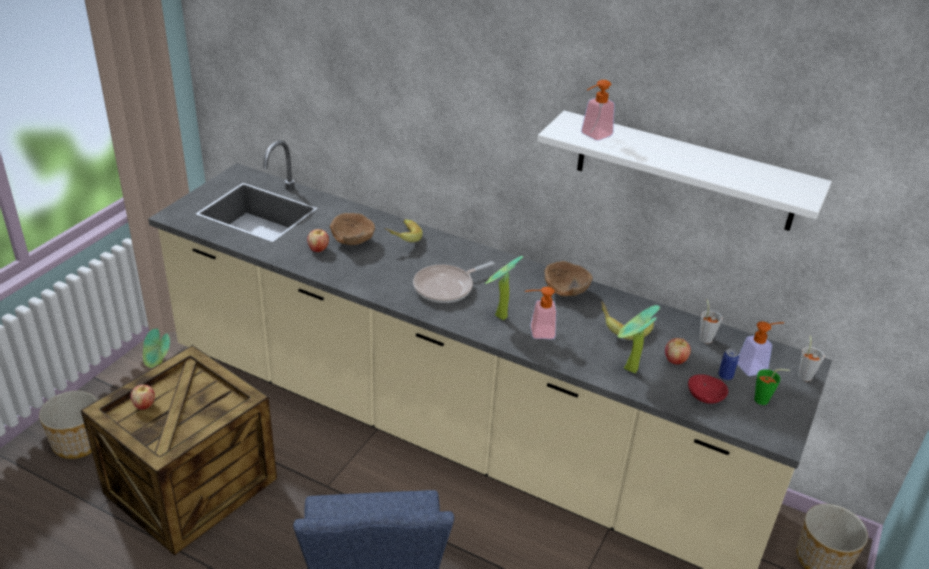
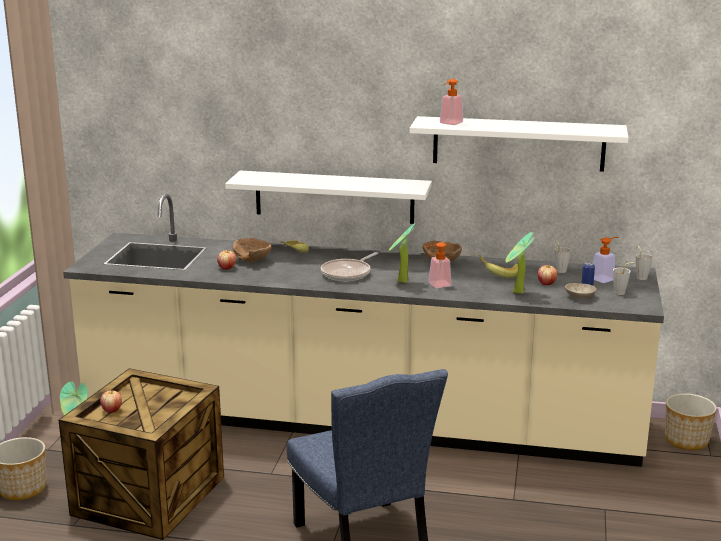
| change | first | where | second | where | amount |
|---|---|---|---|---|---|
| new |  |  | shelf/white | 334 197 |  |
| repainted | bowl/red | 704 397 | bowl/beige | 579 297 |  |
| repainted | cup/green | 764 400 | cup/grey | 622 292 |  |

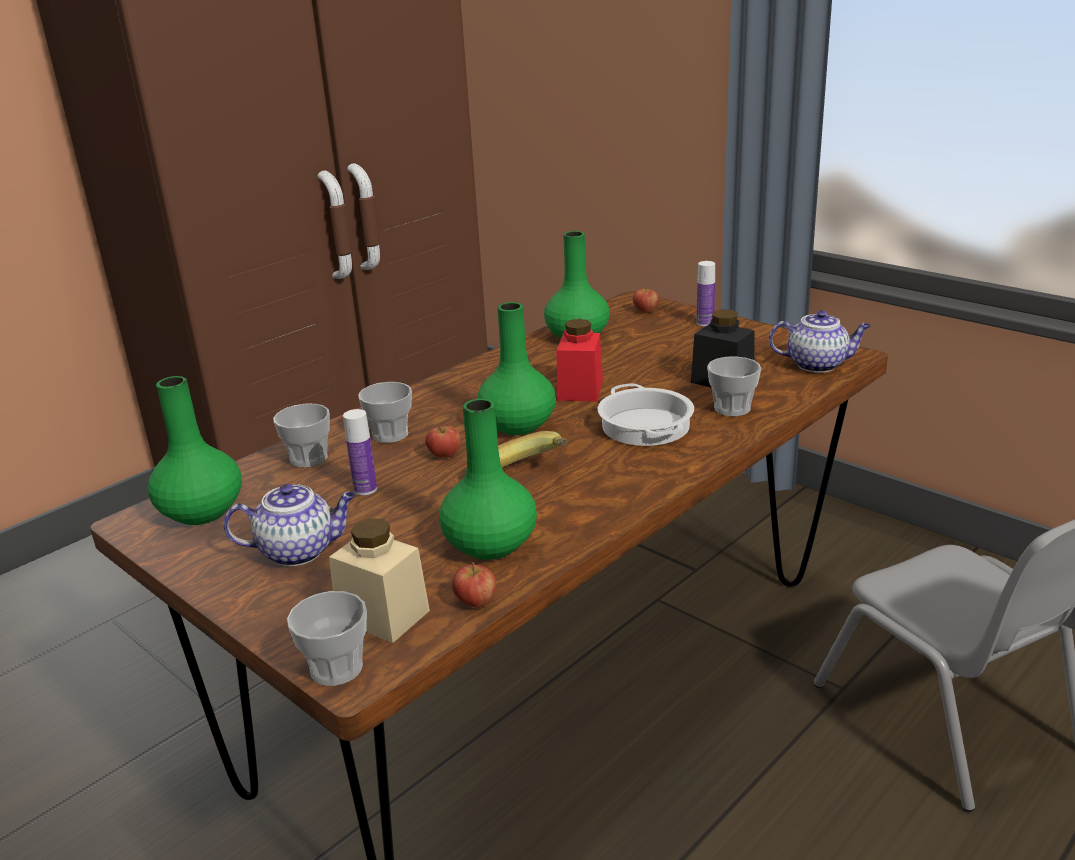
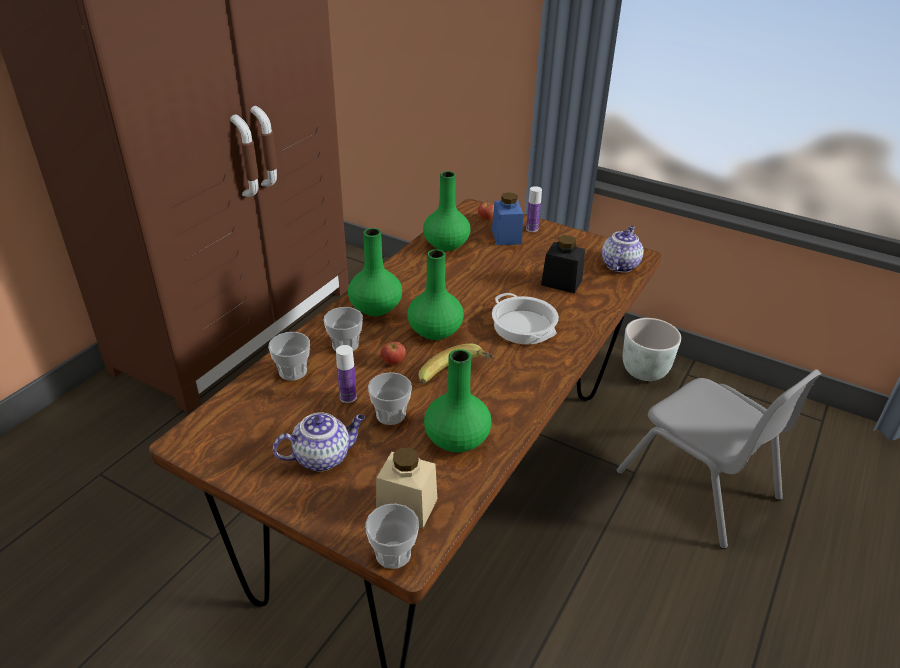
| change | first | where | second | where | amount |
|---|---|---|---|---|---|
| gone | apple | 475 602 |  |  |  |
| gone | jar/red | 580 390 |  |  |  |
| new |  |  | jar/blue | 506 236 |  |
| new |  |  | planter/grey | 643 371 |  |
| shifted | vase/green | 200 512 |  | 375 308 |  |
| shifted | cup | 732 408 |  | 390 415 |  |
| rotated | teapot | 818 364 |  | 619 265 | 60 degrees counterclockwise |

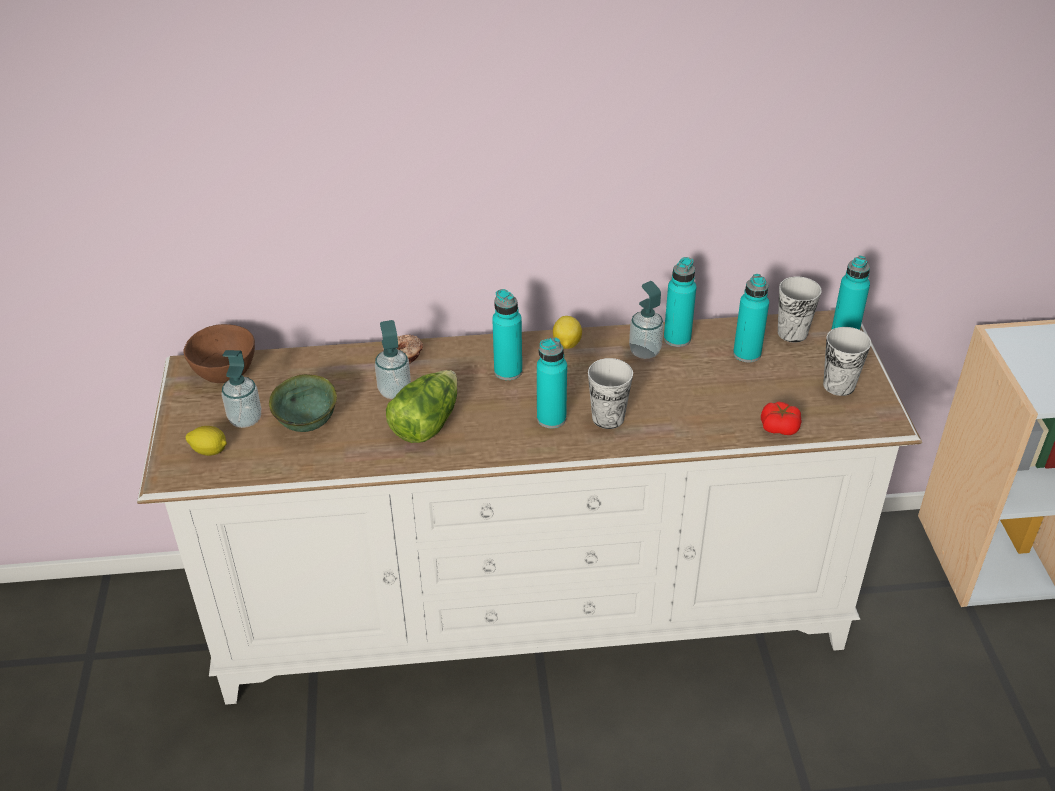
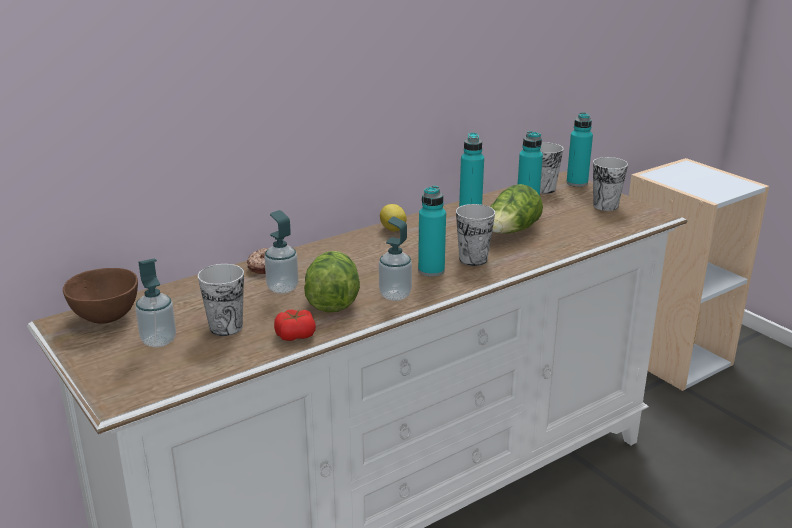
| change | first | where | second | where | amount |
|---|---|---|---|---|---|
| gone | lemon | 210 451 |  |  |  |
| gone | bottle/turquoise | 508 371 |  |  |  |
| new |  |  | lettuce | 512 232 |  |
| shifted | soap dispenser | 644 351 |  | 395 295 |  |
| shifted | tomato | 779 427 |  | 295 335 |  |
| swapped | bowl/green | 309 424 | cup | 226 327 |  |

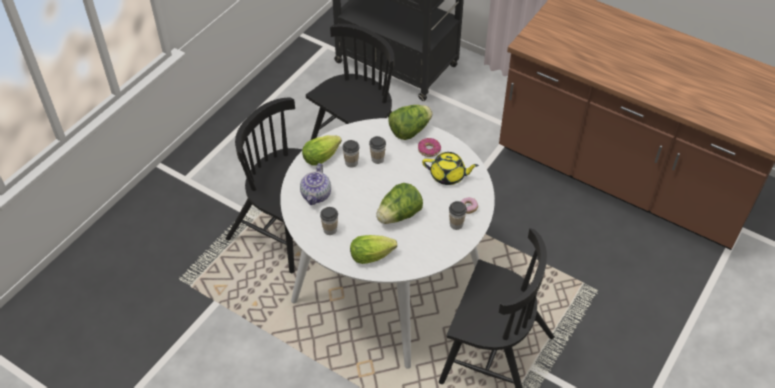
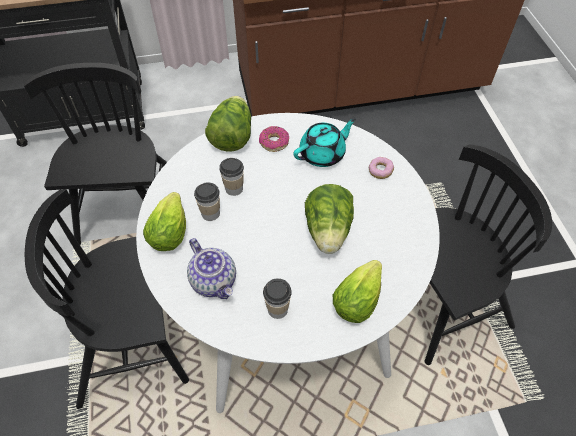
| change | first | where | second | where | amount |
|---|---|---|---|---|---|
| gone | cup | 456 224 |  |  |  |
| repainted | teapot/yellow | 448 176 | teapot/turquoise | 323 154 |  |

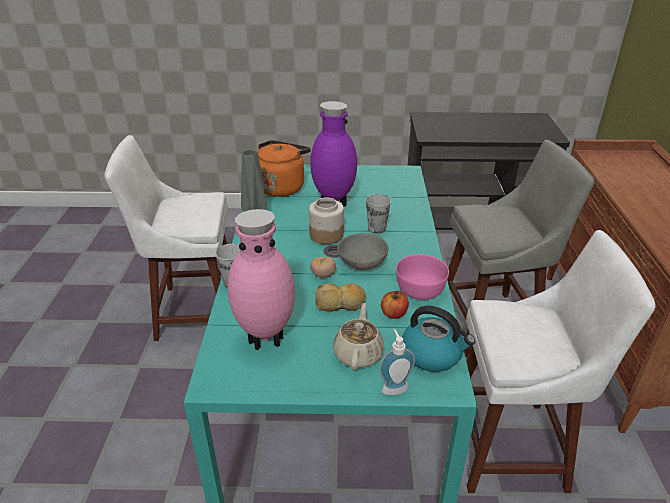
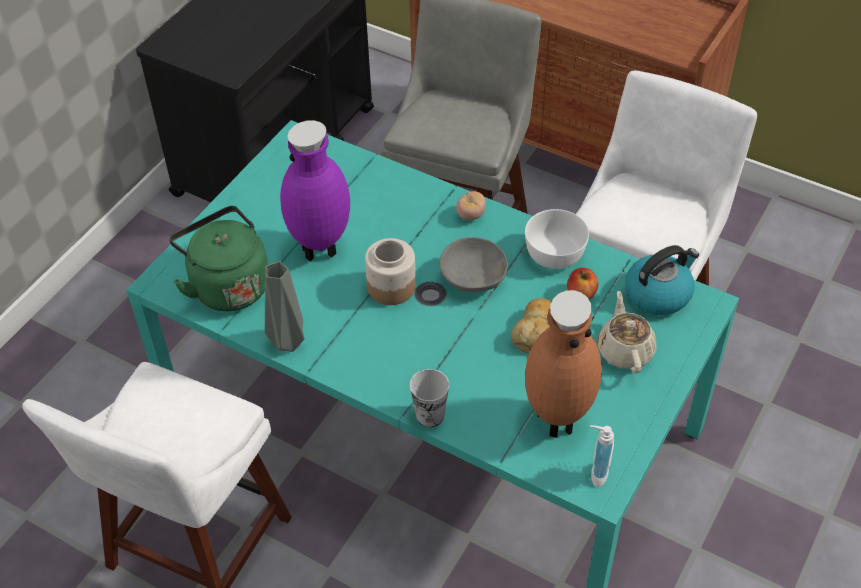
| change | first | where | second | where | amount |
|---|---|---|---|---|---|
| gone | cup | 377 228 |  |  |  |
| shifted | tomato | 323 275 |  | 470 215 |  |
| shifted | soap dispenser | 393 387 |  | 595 473 |  |
| repainted | vase/pink | 266 338 | vase/brown | 556 419 |  |
| repainted | kettle/orange | 281 187 | kettle/green | 227 285 |  |
| repainted | bowl/pink | 419 289 | bowl/white | 555 254 |  |
| rotated | teapot/beige | 358 353 |  | 625 350 | 45 degrees clockwise |

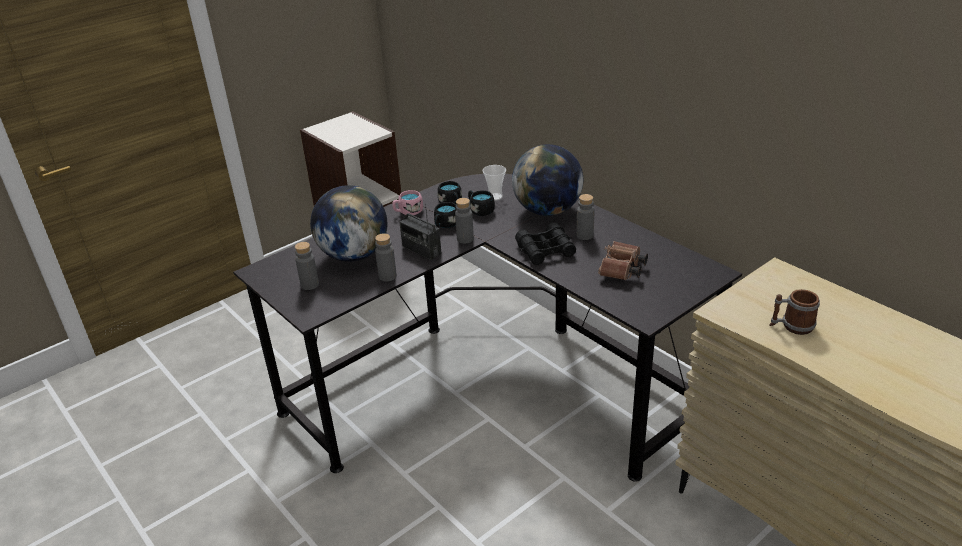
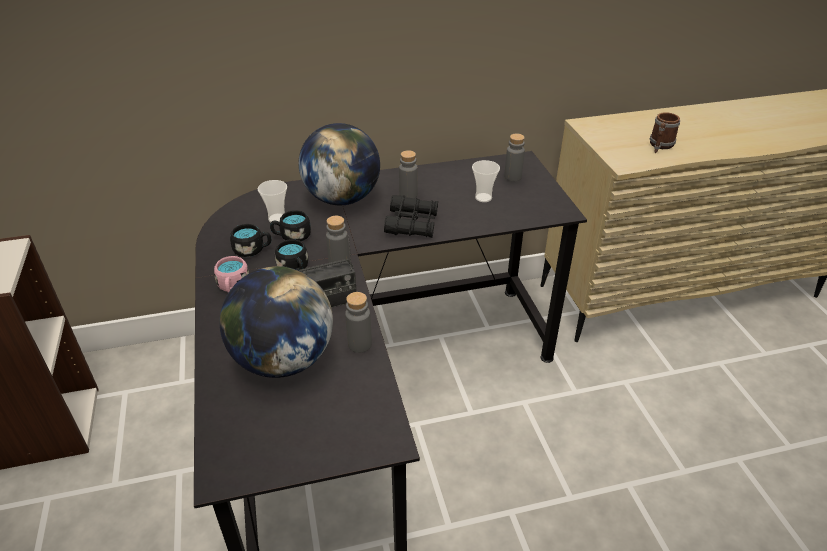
| change | first | where | second | where | amount |
|---|---|---|---|---|---|
| shifted | bottle/grey | 310 285 |  | 512 177 |  |
| swapped | binoculars/brown | 621 271 | cup | 483 198 |  |

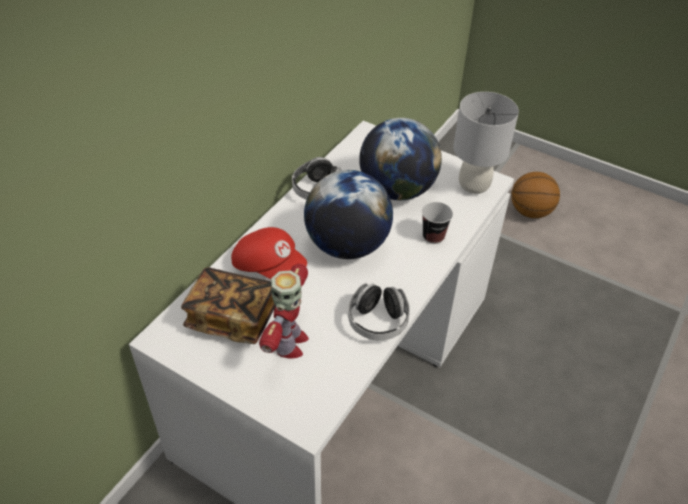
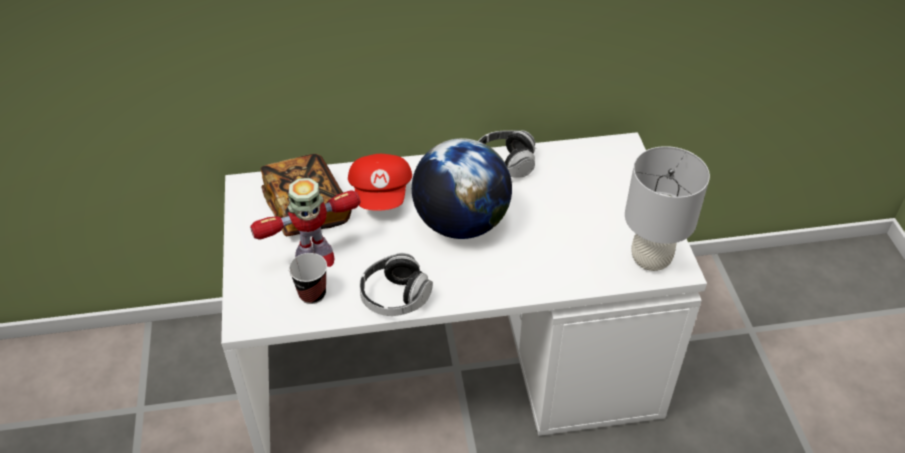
| change | first | where | second | where | amount |
|---|---|---|---|---|---|
| gone | globe | 397 190 |  |  |  |
| gone | basketball | 530 212 |  |  |  |
| shifted | cup | 433 236 |  | 312 294 |  |

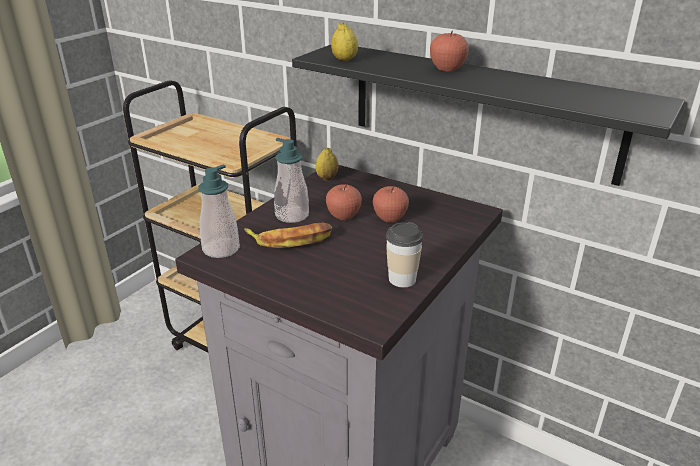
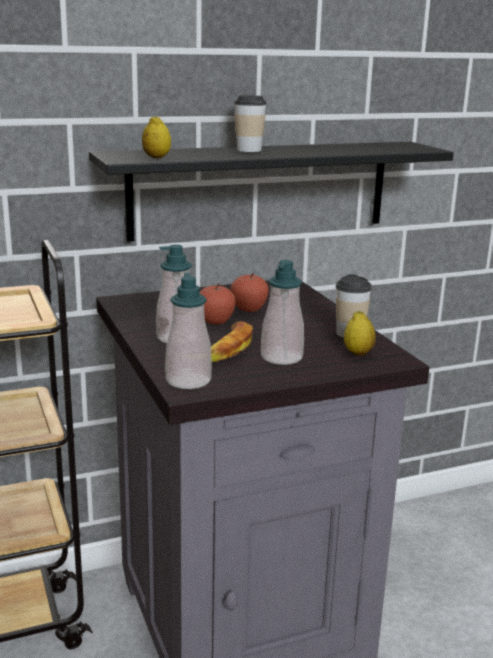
| change | first | where | second | where | amount |
|---|---|---|---|---|---|
| new |  |  | soap dispenser | 281 357 |  |
| shifted | lemon | 327 178 |  | 358 353 |  |
| swapped | apple | 447 69 | cup | 249 150 |  |

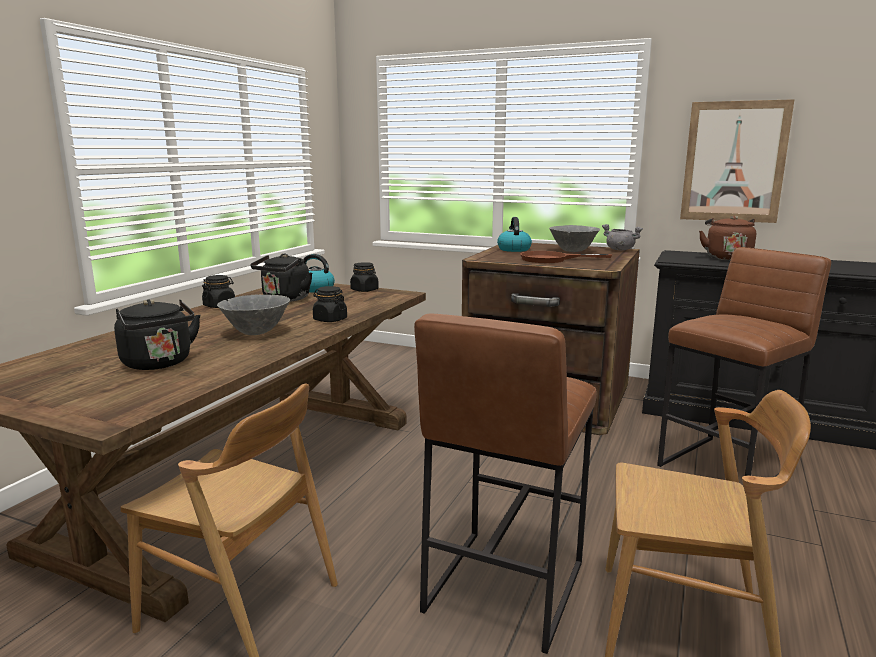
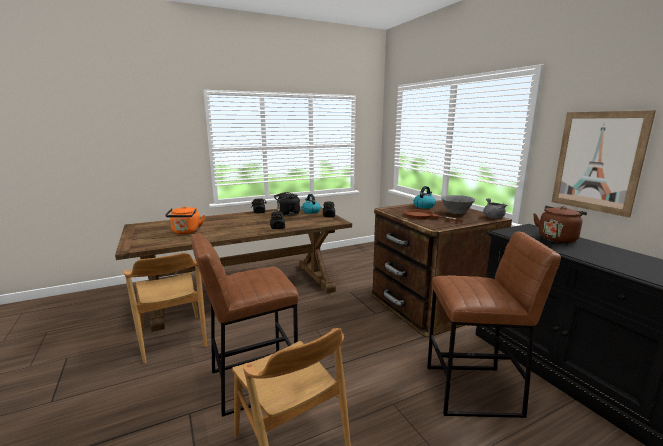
| change | first | where | second | where | amount |
|---|---|---|---|---|---|
| gone | bowl/grey | 256 333 |  |  |  |
| repainted | kettle/black | 159 364 | kettle/orange | 186 232 |  |

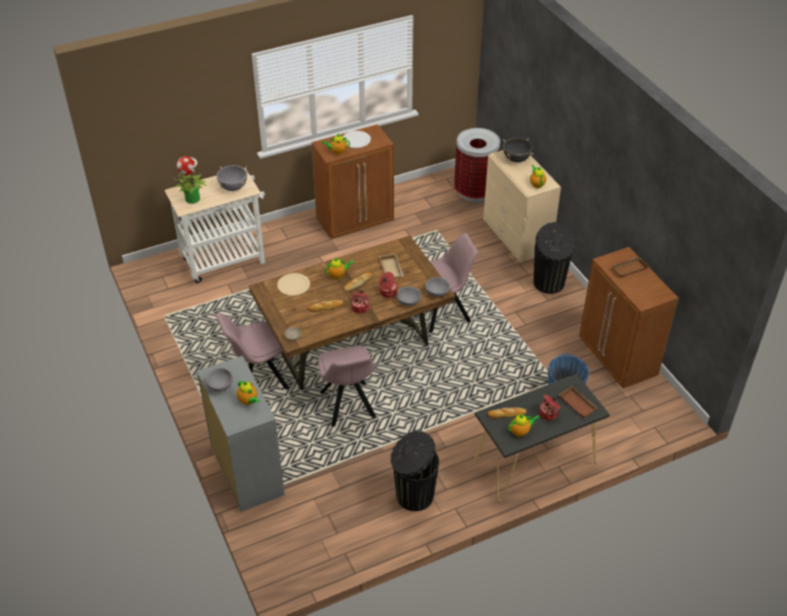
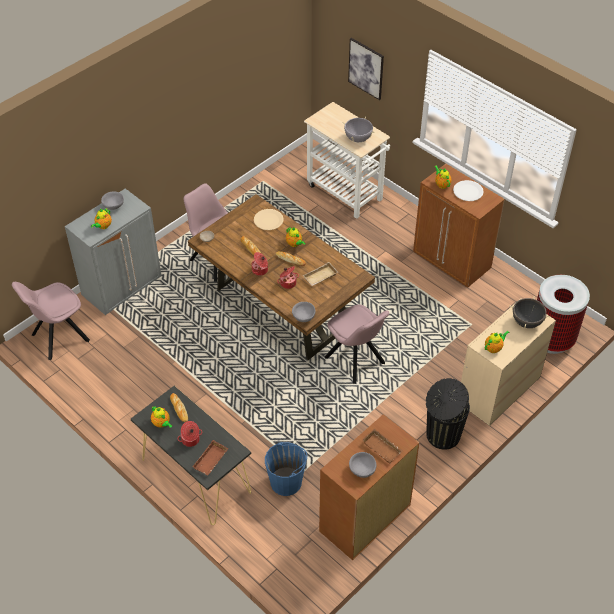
| change | first | where | second | where | amount |
|---|---|---|---|---|---|
| gone | potted plant | 192 198 |  |  |  |
| gone | trash can/black | 413 495 |  |  |  |
| new |  |  | picture | 366 68 |  |
| shifted | chair/pink | 348 405 |  | 59 337 |  |
| shifted | bowl/grey | 408 302 |  | 362 470 |  |

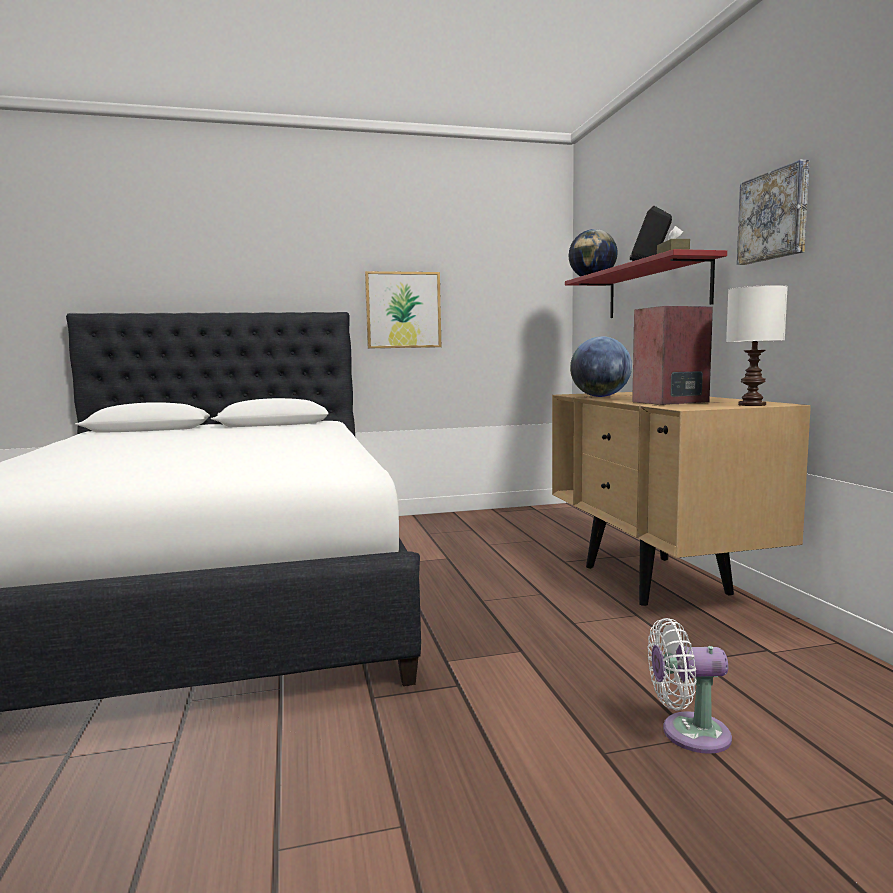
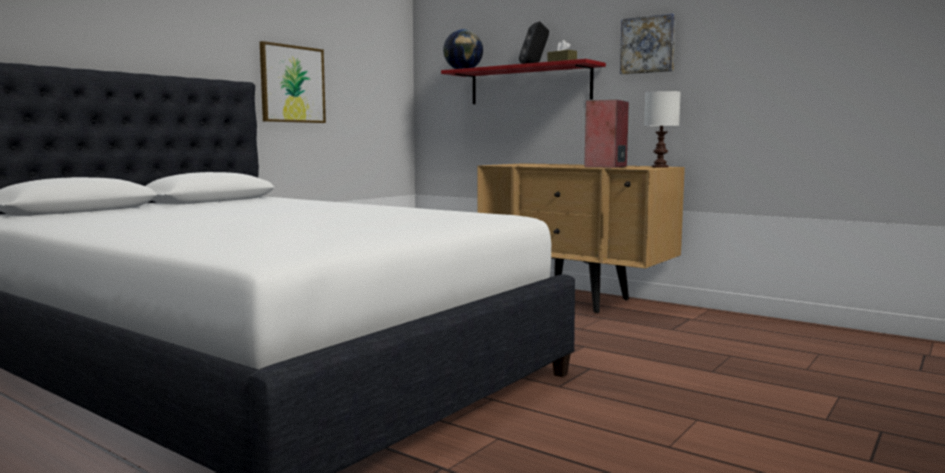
| change | first | where | second | where | amount |
|---|---|---|---|---|---|
| gone | globe | 600 396 |  |  |  |
| gone | fan/white | 688 733 |  |  |  |

